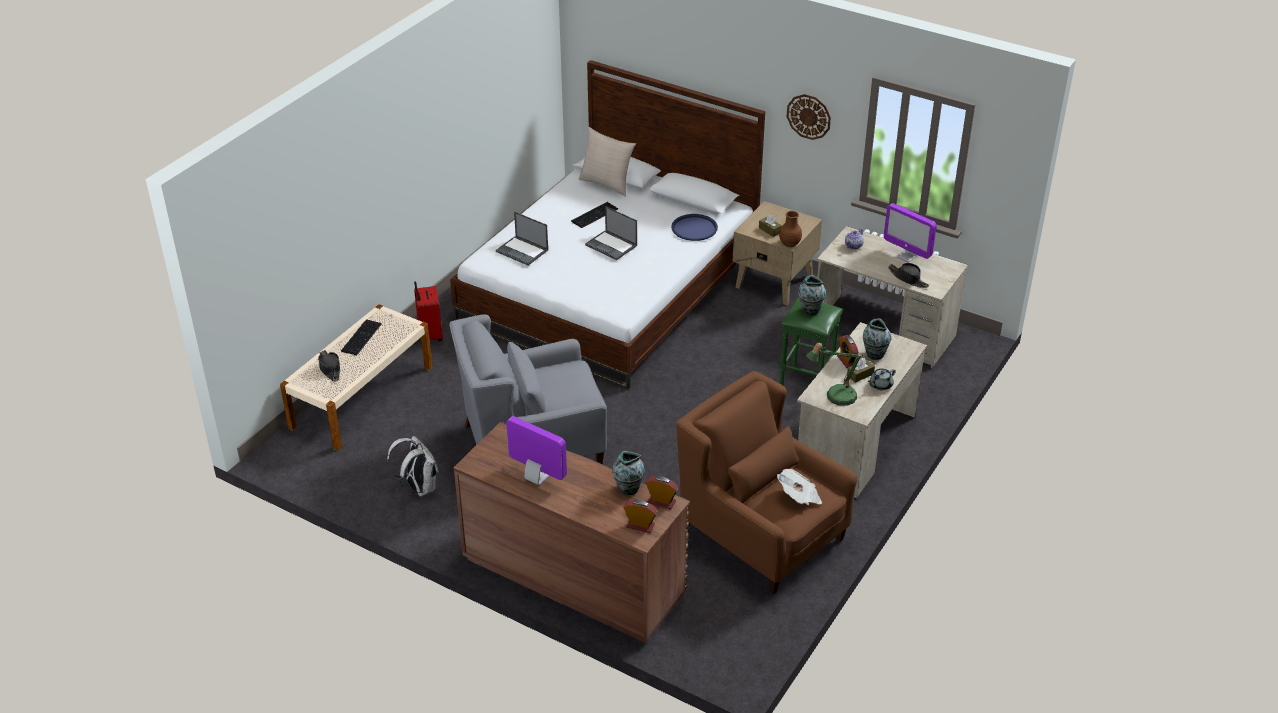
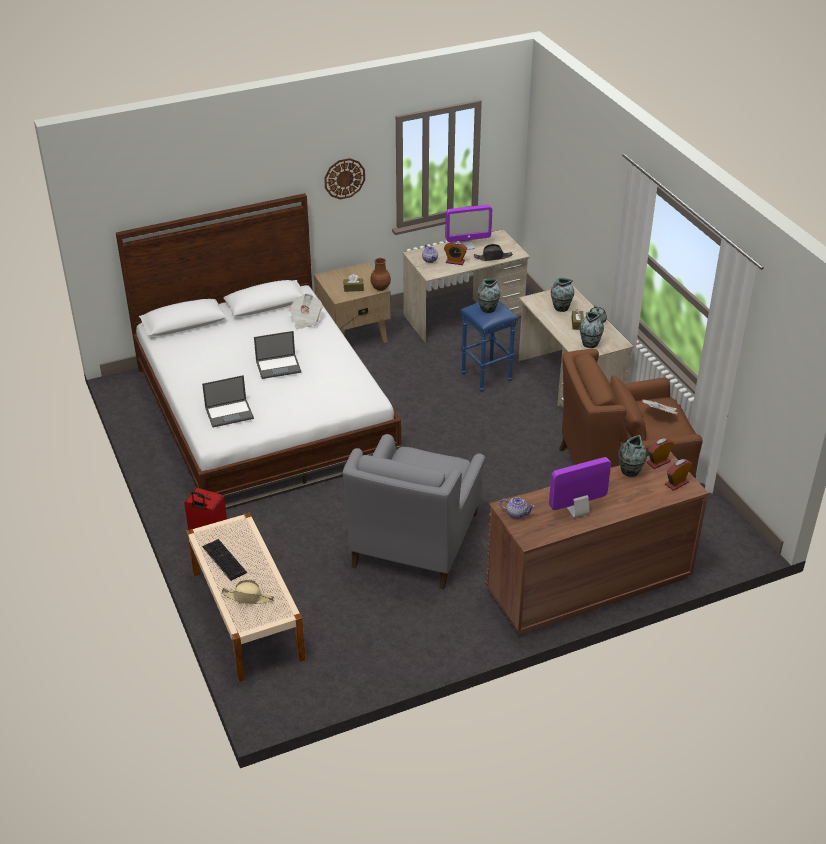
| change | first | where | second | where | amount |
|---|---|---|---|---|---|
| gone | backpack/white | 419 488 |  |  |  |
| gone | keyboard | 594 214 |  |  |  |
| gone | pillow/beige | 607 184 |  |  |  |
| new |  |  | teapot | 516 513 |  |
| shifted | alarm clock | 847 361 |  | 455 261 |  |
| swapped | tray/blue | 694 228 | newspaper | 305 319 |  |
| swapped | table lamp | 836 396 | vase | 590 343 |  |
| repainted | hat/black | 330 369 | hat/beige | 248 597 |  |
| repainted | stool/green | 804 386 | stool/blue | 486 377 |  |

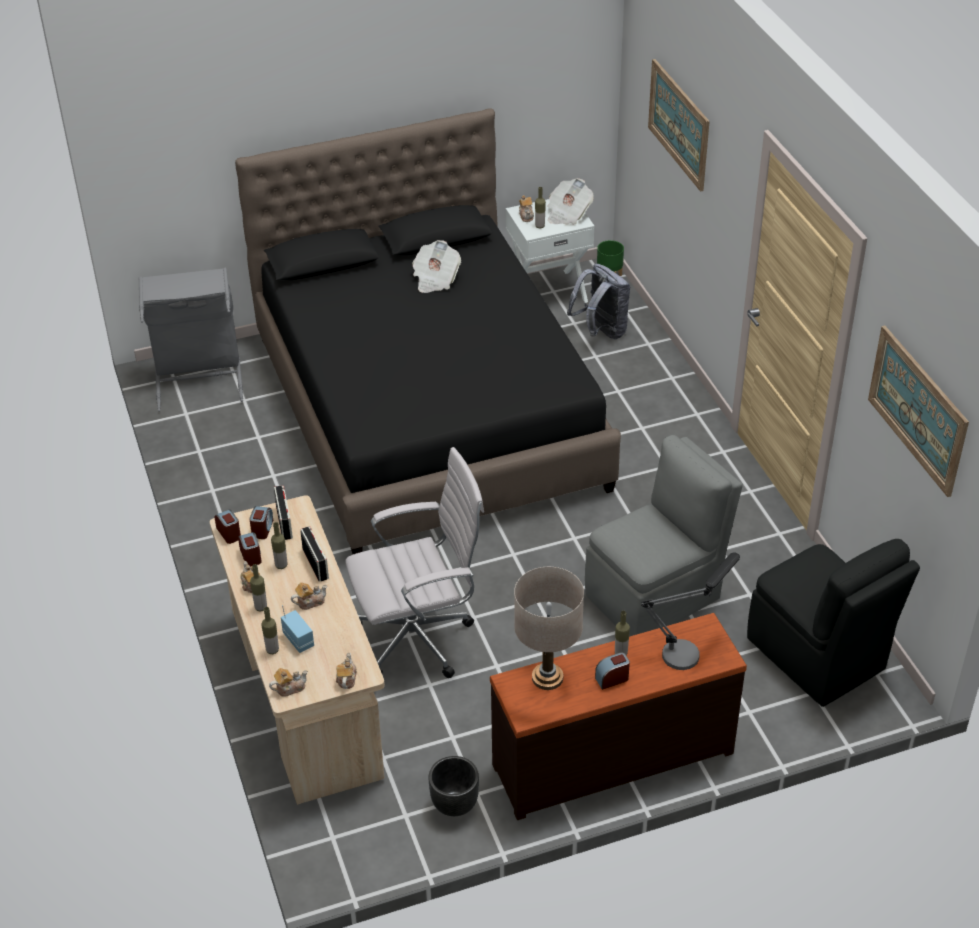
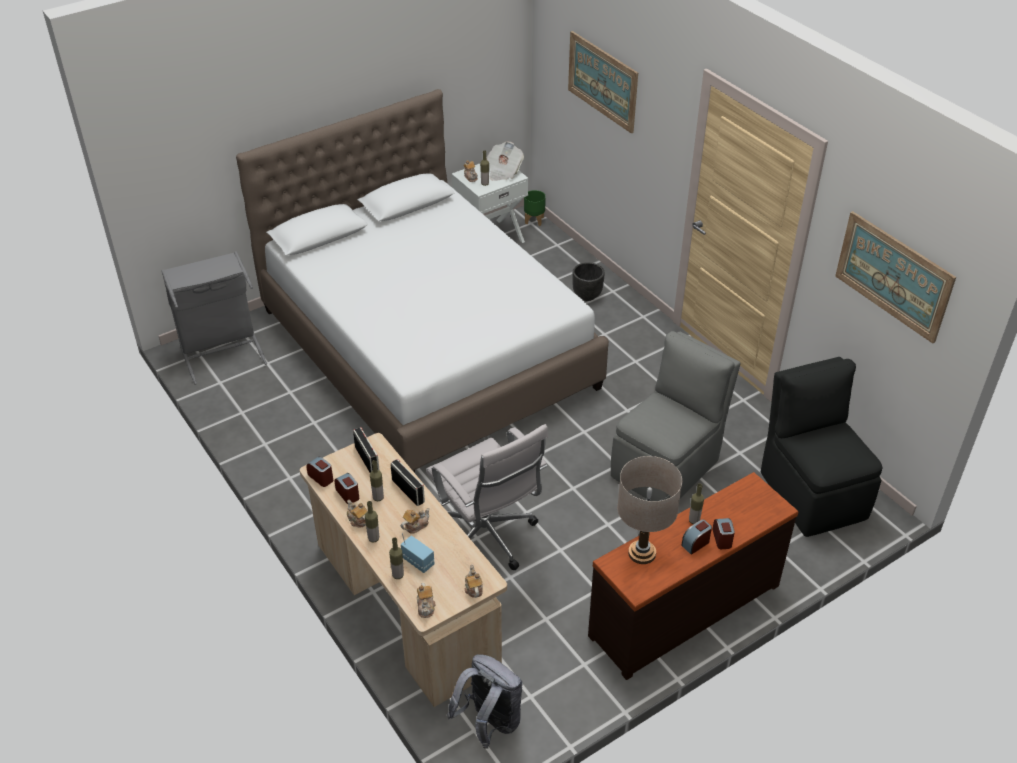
| change | first | where | second | where | amount |
|---|---|---|---|---|---|
| gone | newspaper | 435 279 |  |  |  |
| gone | table lamp | 688 649 |  |  |  |
| shifted | alarm clock | 262 529 |  | 722 539 |  |
| shifted | planter/black | 454 805 |  | 587 296 |  |
| shifted | backpack/grey | 601 331 |  | 489 723 |  |
| repainted | bed/black | 429 411 | bed/white | 428 348 |  |
| rotated | teapot | 289 688 |  | 426 606 | 120 degrees clockwise |
| rotated | office chair/white | 420 638 |  | 488 539 | 90 degrees clockwise |
| rotated | chair/black | 817 656 |  | 811 493 | 150 degrees counterclockwise |

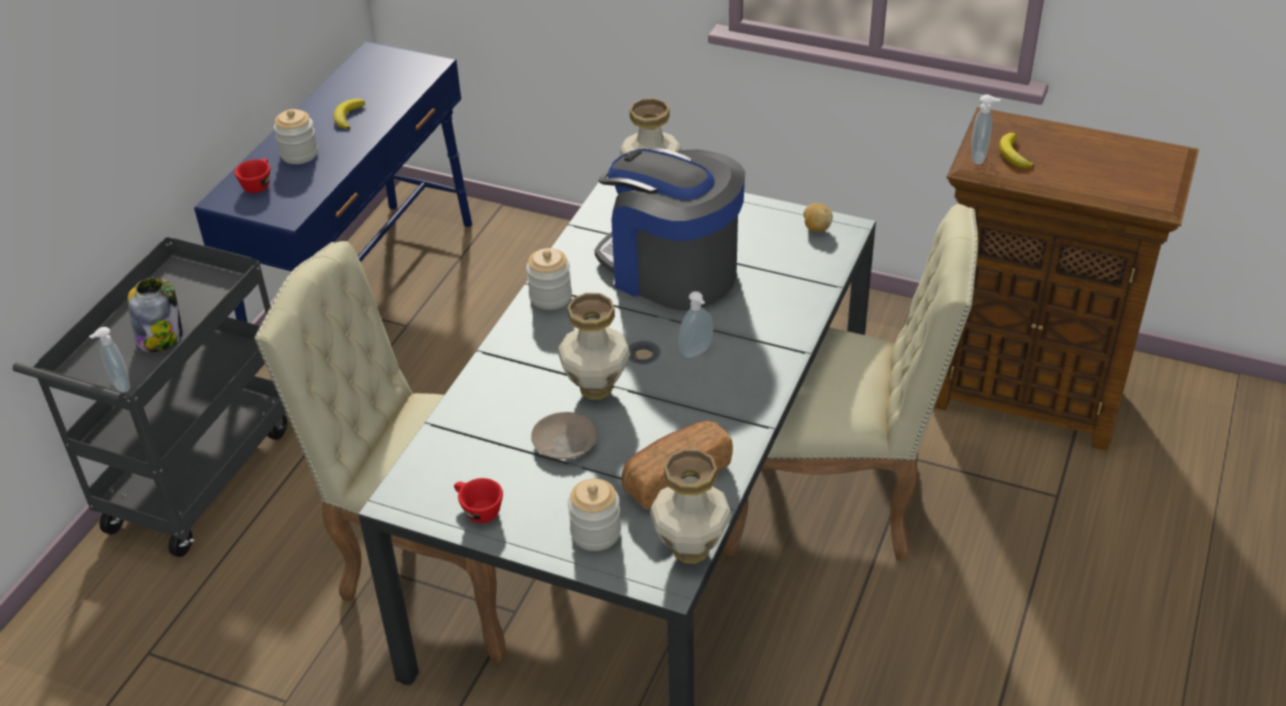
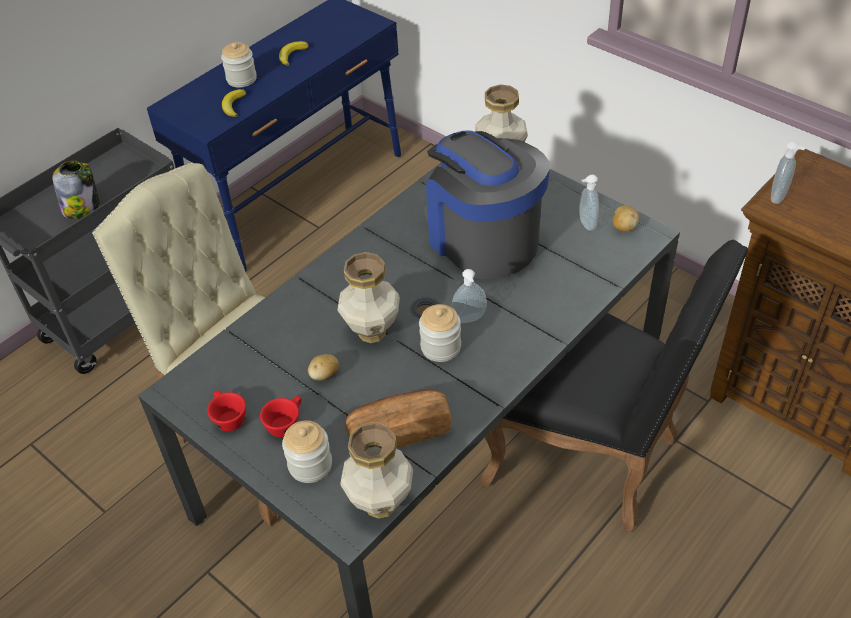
| change | first | where | second | where | amount |
|---|---|---|---|---|---|
| shifted | soap dispenser | 119 386 |  | 585 224 |  |
| shifted | cup/red | 258 184 |  | 286 423 |  |
| shifted | jar | 550 296 |  | 440 347 |  |
| shifted | banana | 1013 155 |  | 233 105 |  |
| swapped | plate/beige | 565 443 | potato | 324 375 |  |
| repainted | chair/beige | 828 498 | chair/black | 588 457 |  |

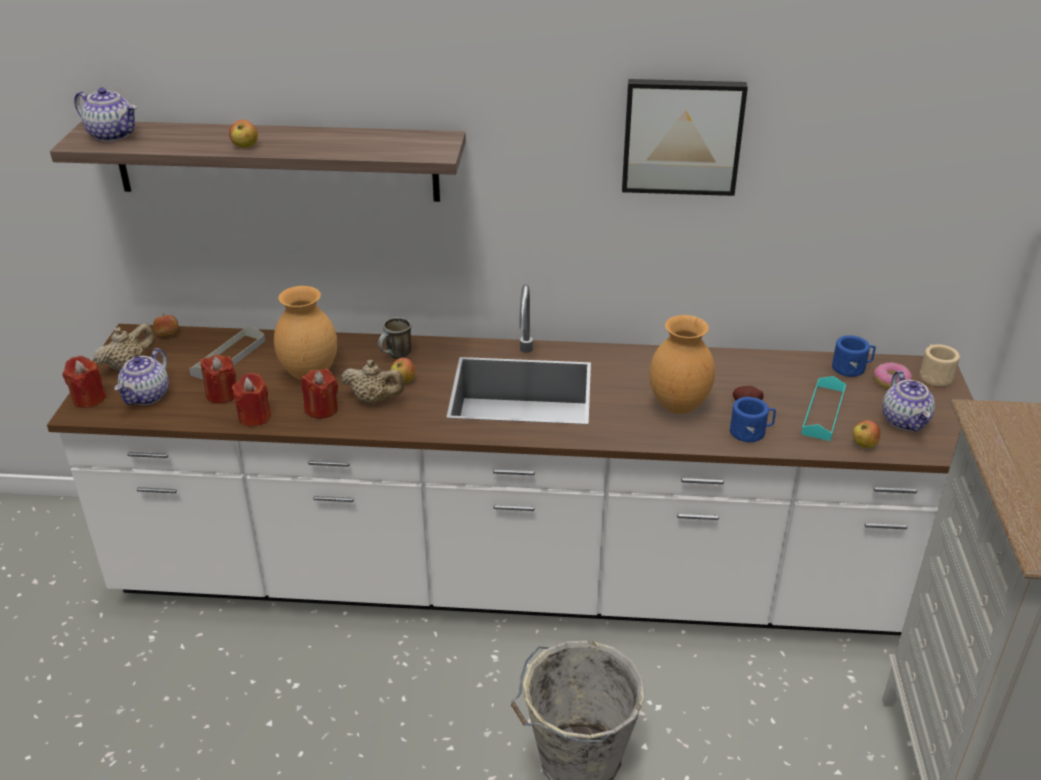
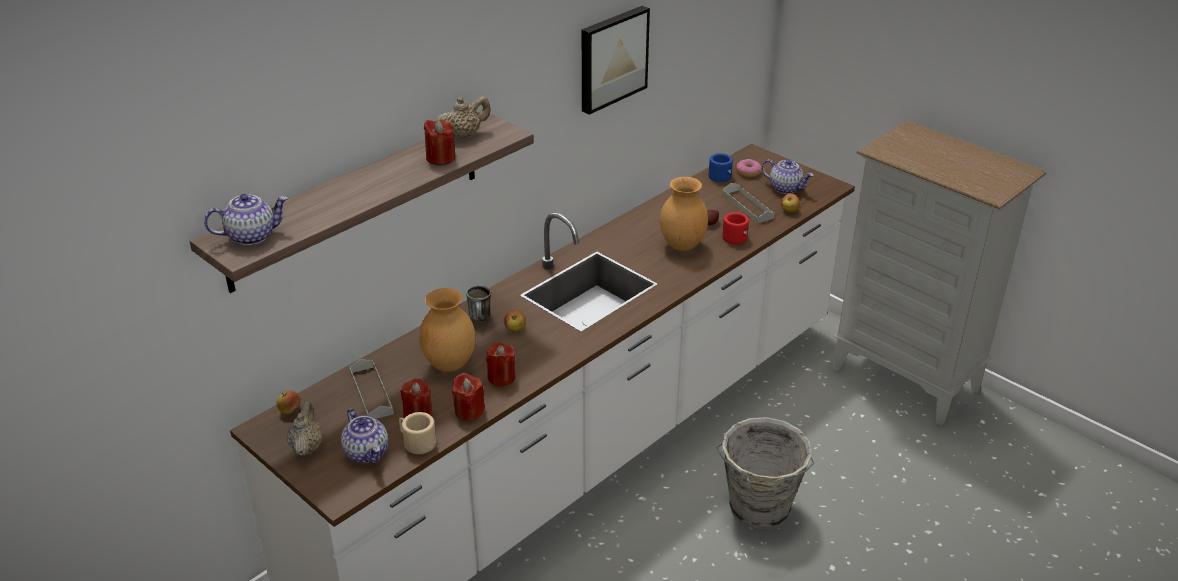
| change | first | where | second | where | amount |
|---|---|---|---|---|---|
| gone | apple | 245 146 |  |  |  |
| shifted | candle/red | 89 399 |  | 441 158 |  |
| shifted | teapot/beige | 375 400 |  | 464 135 |  |
| shifted | mug/beige | 934 375 |  | 417 442 |  |
| repainted | mug/blue | 751 432 | mug/red | 736 236 |  |
| repainted | tray/turquoise | 823 412 | tray/grey | 747 206 |  |

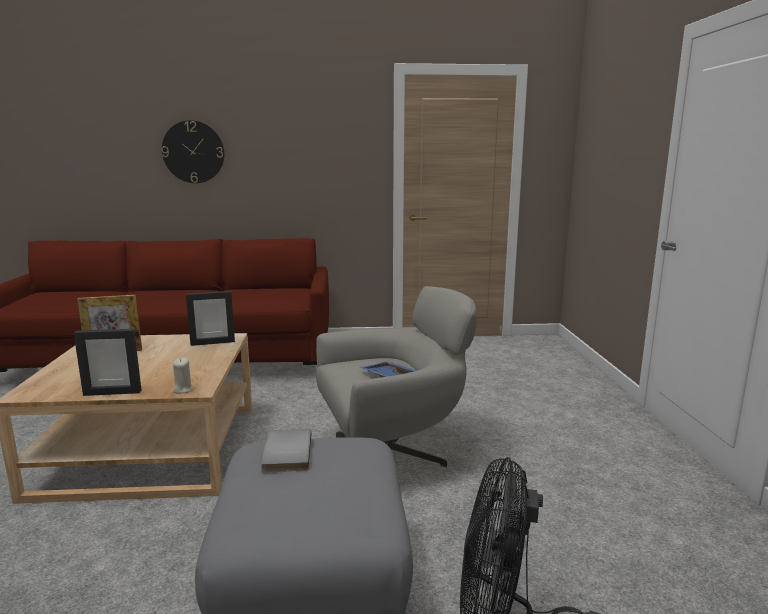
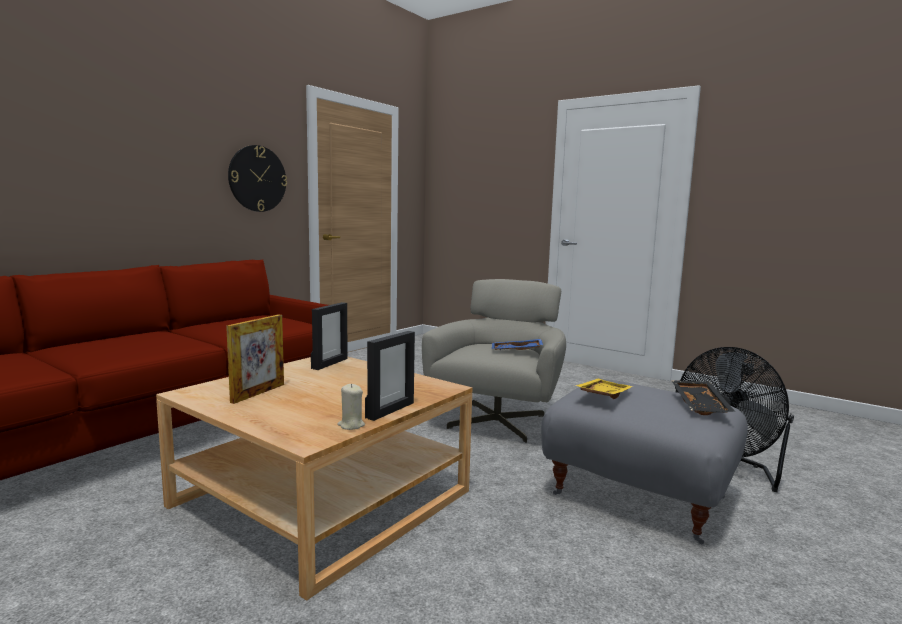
| change | first | where | second | where | amount |
|---|---|---|---|---|---|
| new |  |  | tray/black | 701 405 |  |
| shifted | wall clock | 193 152 |  | 257 178 |  |
| shifted | candle/beige | 183 390 |  | 351 425 |  |
| swapped | book/grey | 284 453 | tray/yellow | 602 395 |  |

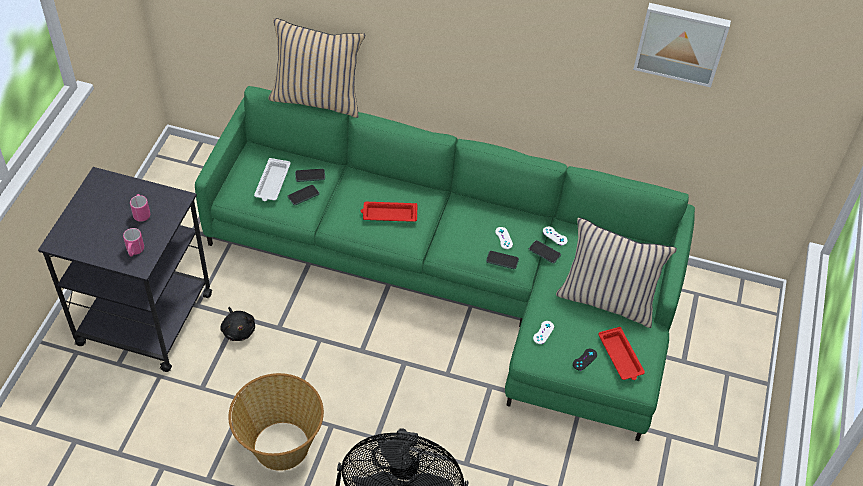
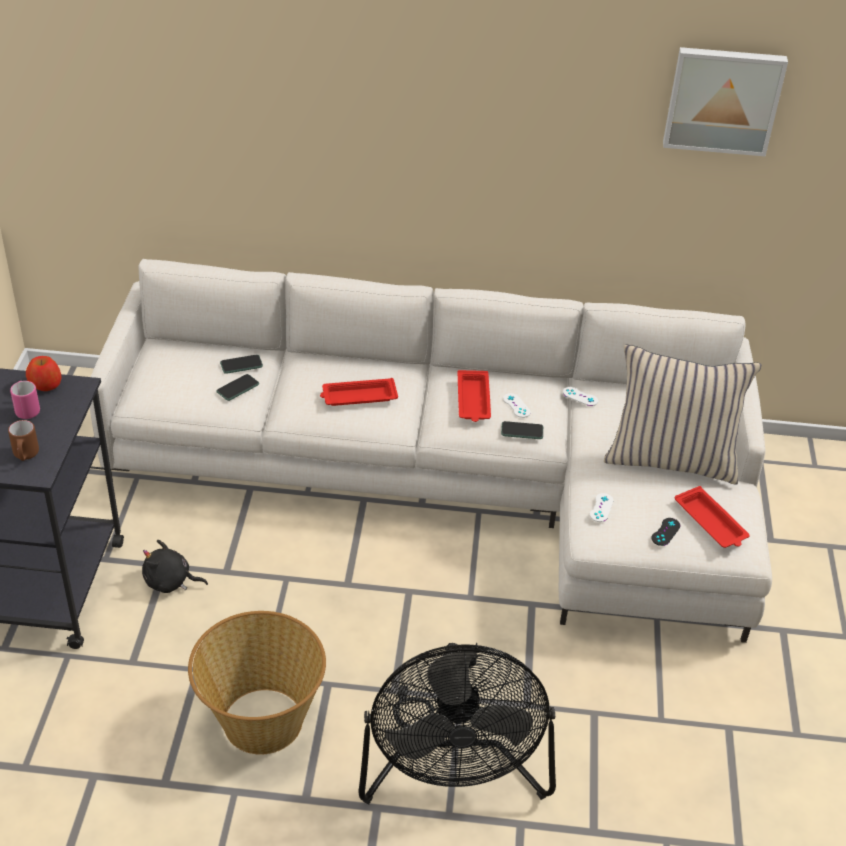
| change | first | where | second | where | amount |
|---|---|---|---|---|---|
| gone | tray/white | 272 183 |  |  |  |
| gone | pillow/beige | 317 99 |  |  |  |
| gone | phone | 544 252 |  |  |  |
| new |  |  | apple | 45 384 |  |
| new |  |  | tray/red | 473 400 |  |
| repainted | mug/pink | 134 251 | mug/brown | 25 455 |  |
| repainted | sofa/green | 461 278 | sofa/white | 457 480 |  |
| rotated | plush toy/black | 238 330 |  | 170 582 | 135 degrees clockwise |

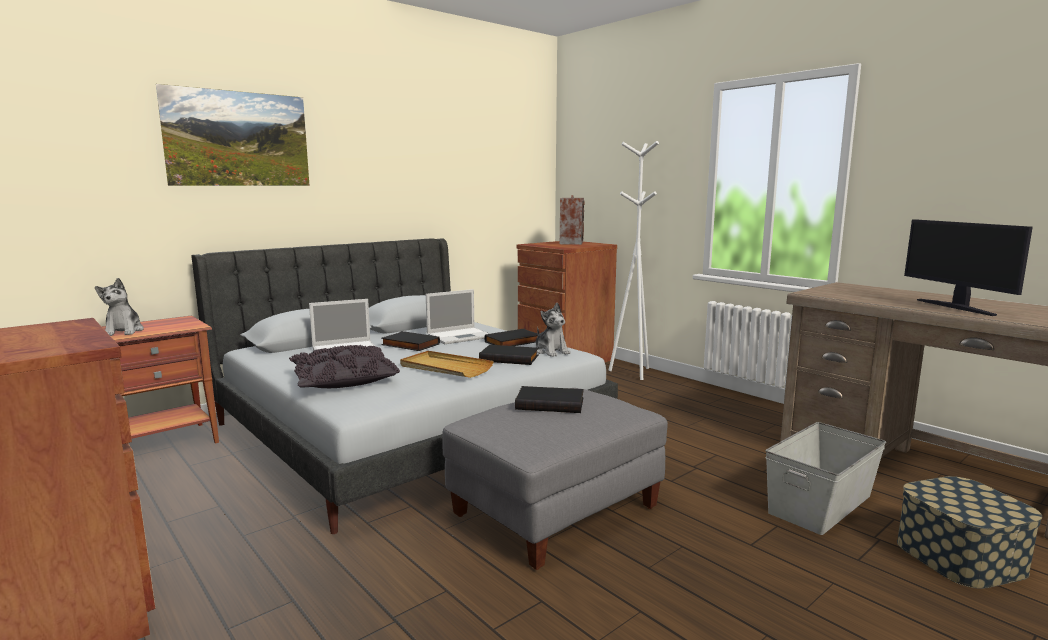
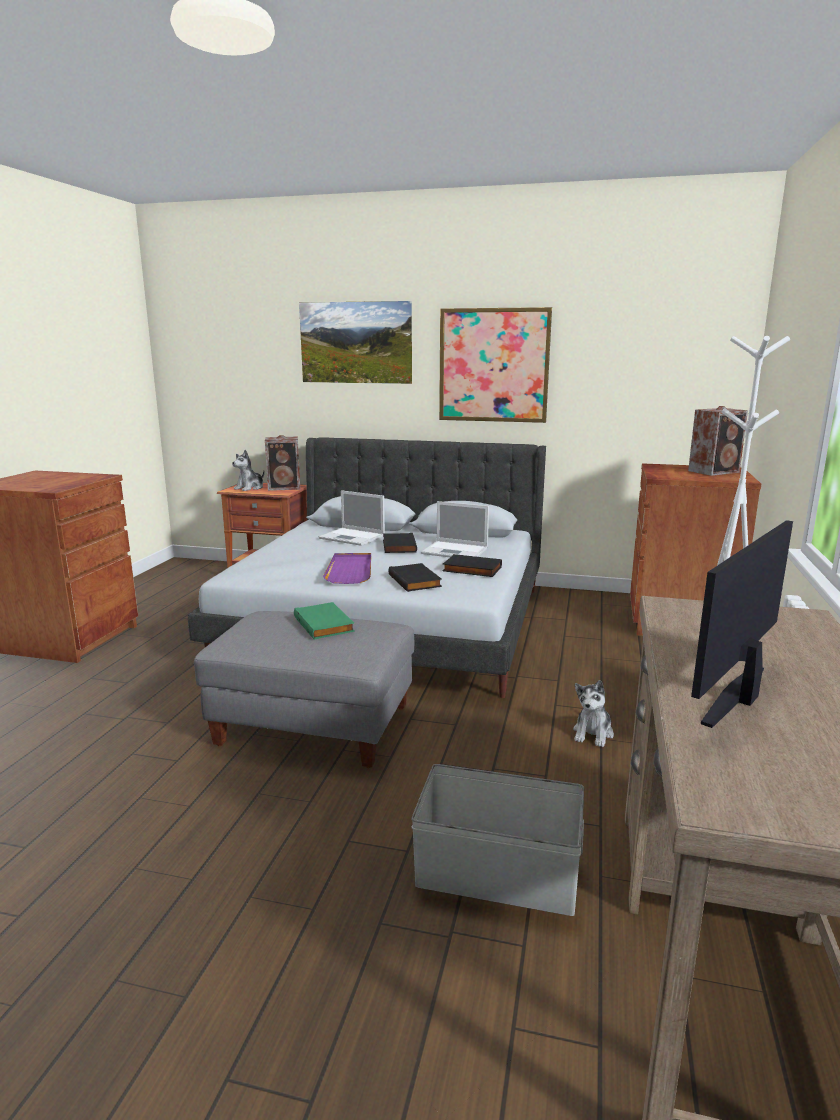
| change | first | where | second | where | amount |
|---|---|---|---|---|---|
| gone | pillow/black | 343 380 |  |  |  |
| gone | storage box | 960 556 |  |  |  |
| new |  |  | speaker | 285 487 |  |
| new |  |  | picture | 493 365 |  |
| shifted | plush toy | 551 351 |  | 593 733 |  |
| repainted | tray/beige | 445 367 | tray/purple | 350 570 |  |
| repainted | book/black | 550 403 | book/green | 325 624 |  |

